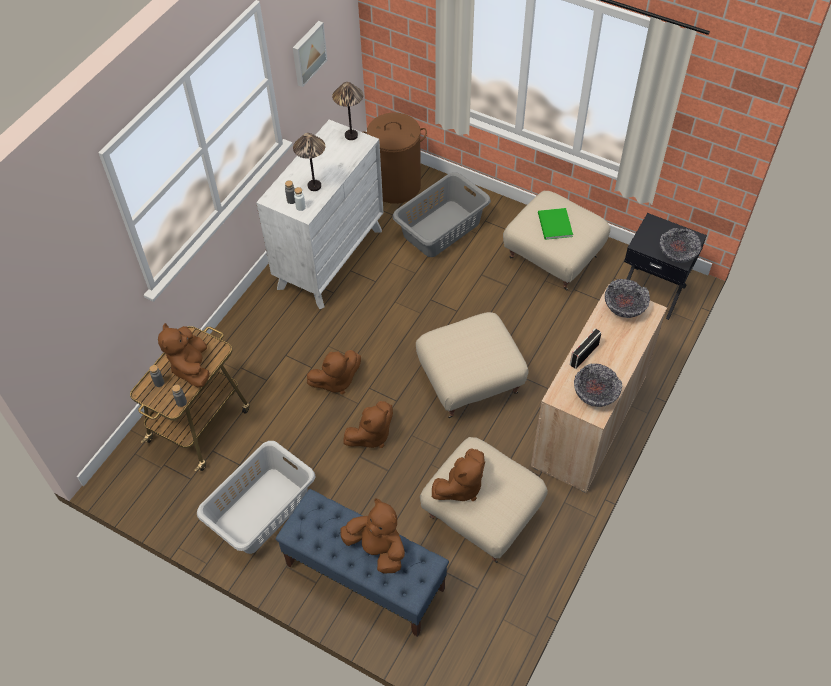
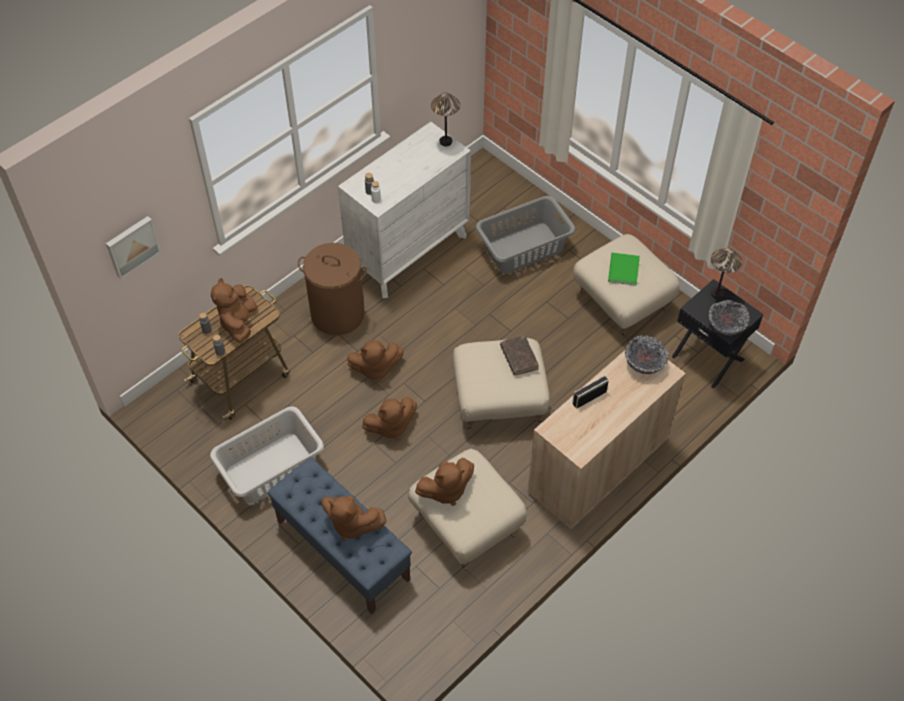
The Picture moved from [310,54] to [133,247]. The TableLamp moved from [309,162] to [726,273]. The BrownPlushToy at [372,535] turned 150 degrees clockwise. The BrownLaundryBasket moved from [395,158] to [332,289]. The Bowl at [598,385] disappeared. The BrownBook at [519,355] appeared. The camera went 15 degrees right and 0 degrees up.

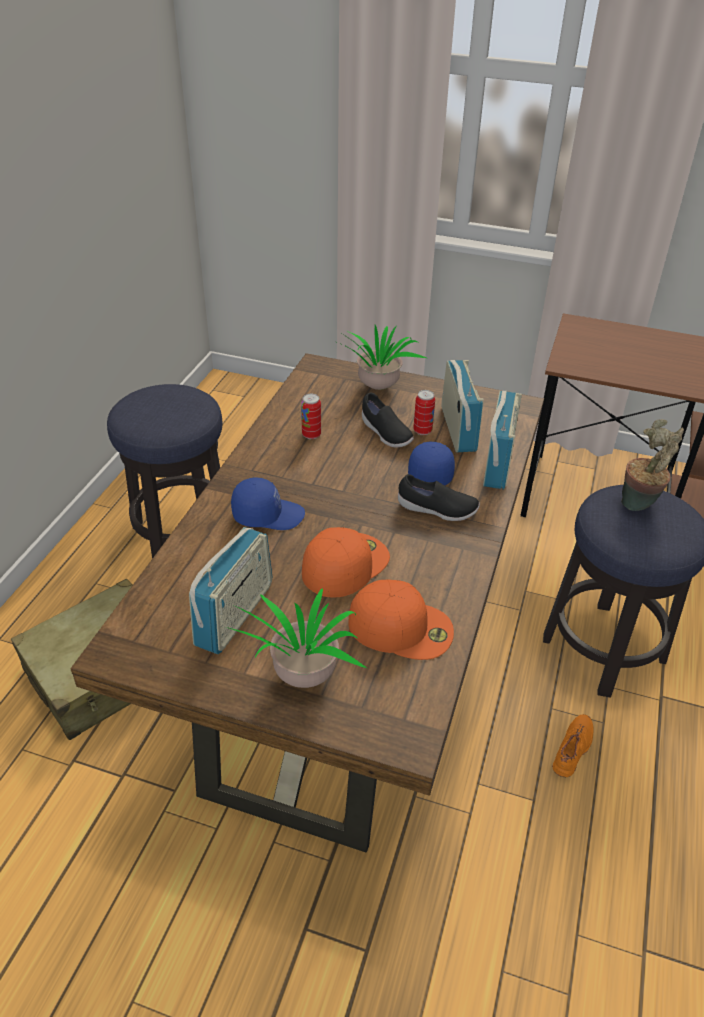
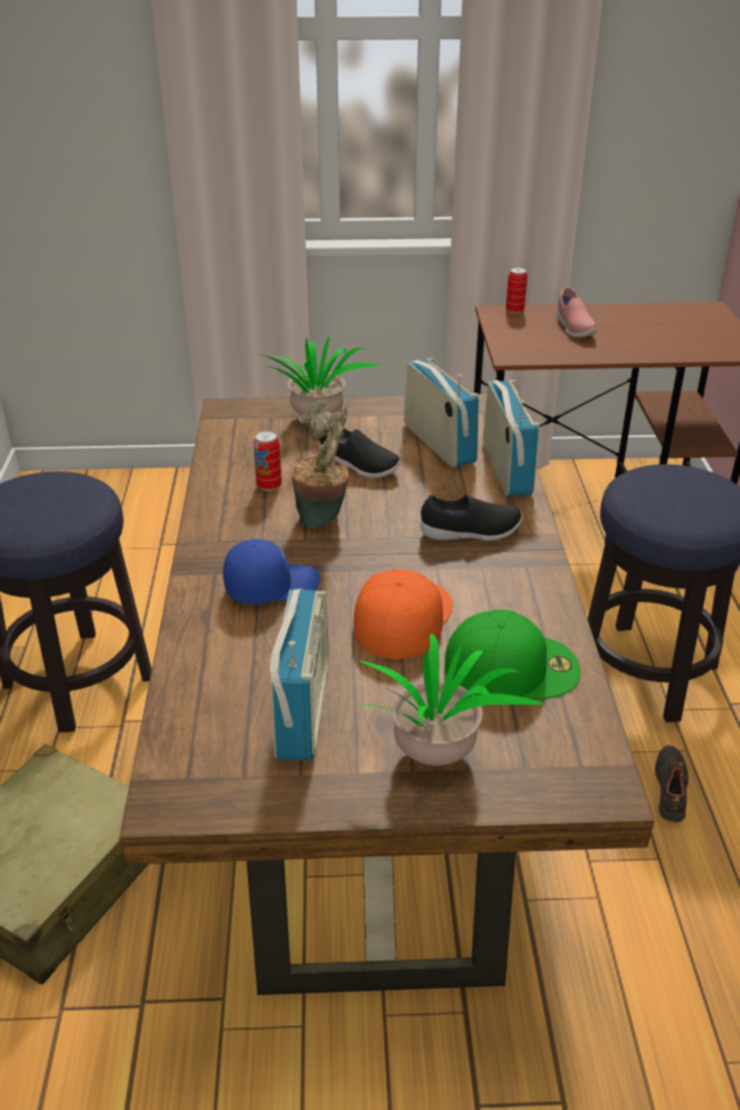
The OrangeCap at [401,620] became the GreenCap at [512,654]. The BlueCap at [431,463] disappeared. The Can moved from [424,412] to [516,290]. The OrangeShoe at [573,745] became the BlackShoe at [672,783]. The PottedPlant moved from [652,465] to [320,464]. The PinkShoe at [577,312] appeared. The camera went 20 degrees left and 5 degrees down.

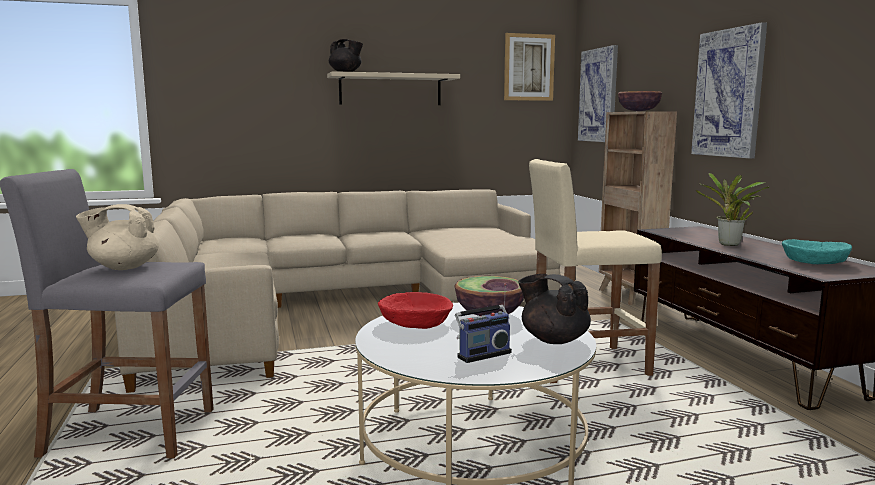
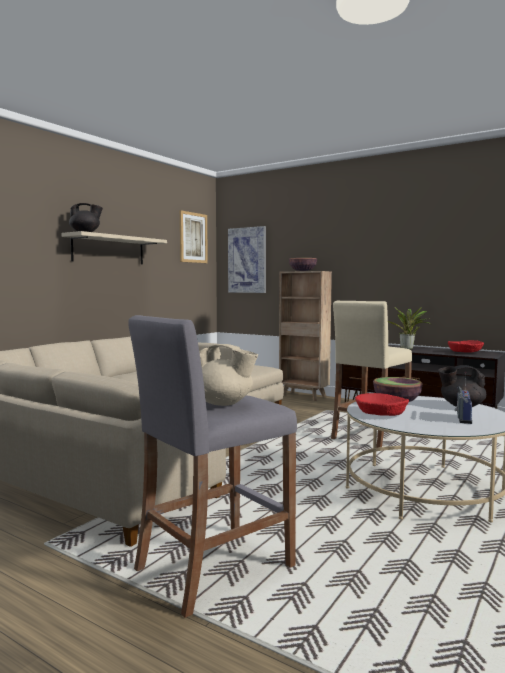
The BeigeTeapot at [117,237] turned 105 degrees counterclockwise. The Picture at [729,90] disappeared. The TurquoiseBowl at [817,251] became the RedBowl at [466,346]. The camera went 40 degrees left and 5 degrees down.

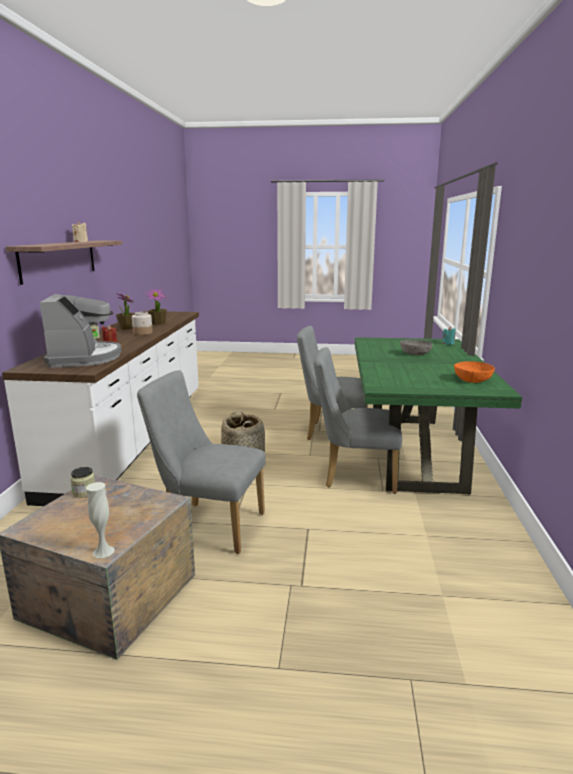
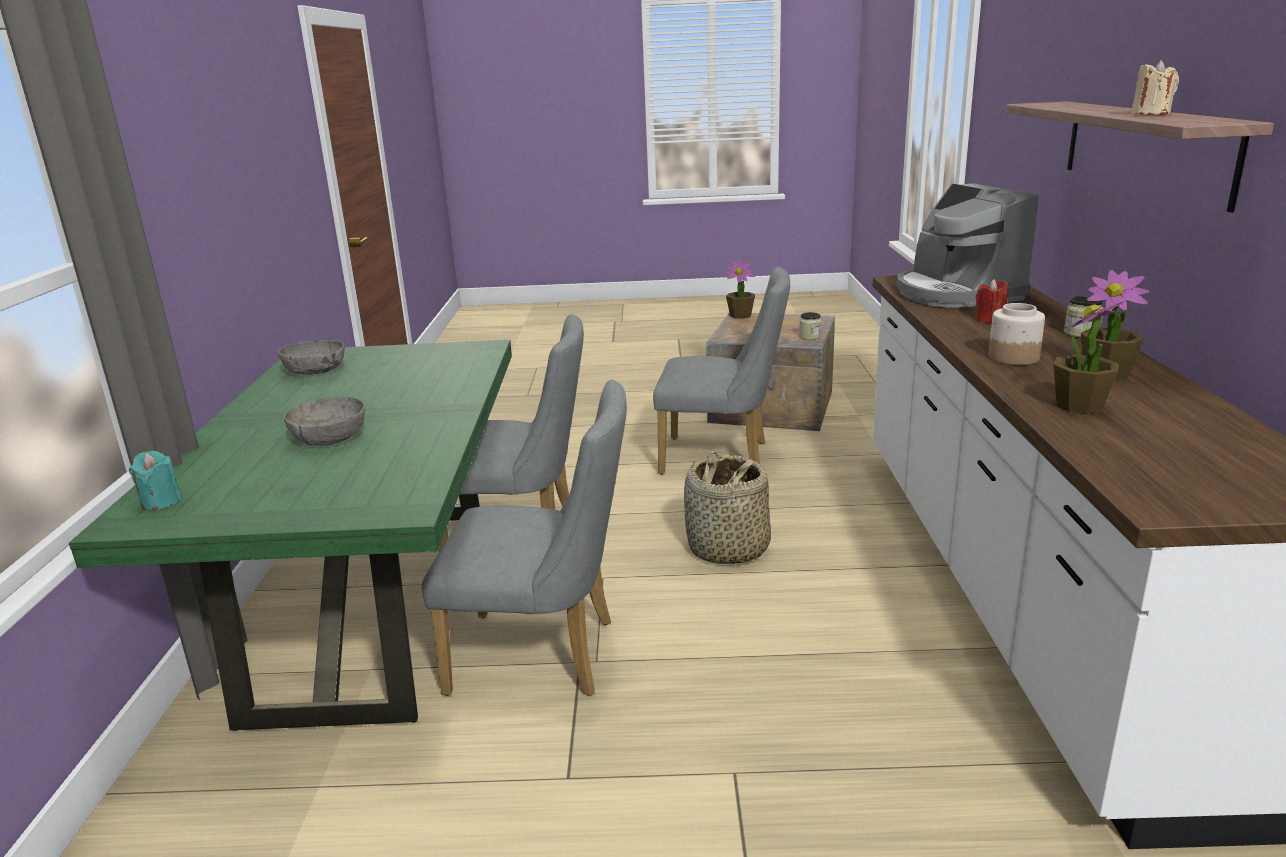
The WhiteVase at [100,520] was replaced by the PottedPlant at [740,290]. The OrangeBowl at [474,372] became the GreyBowl at [311,357]. The camera went 175 degrees right and 5 degrees up.

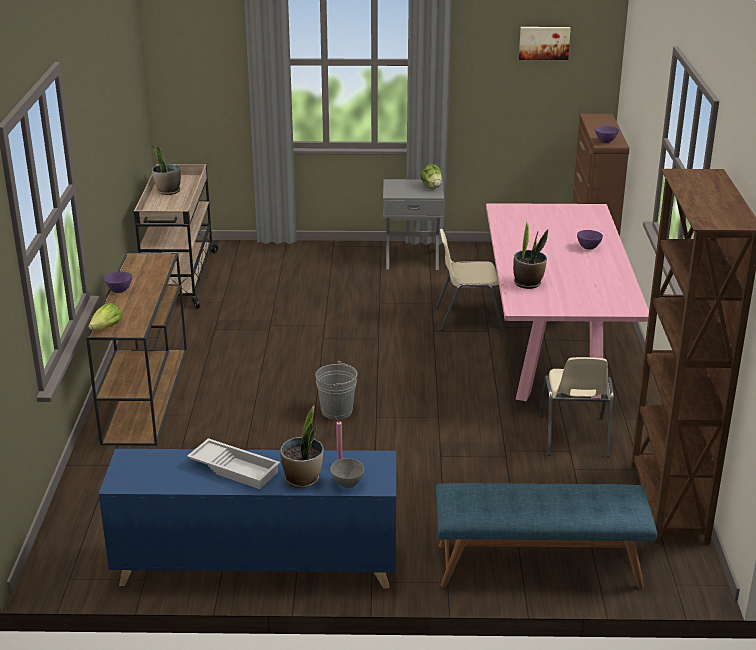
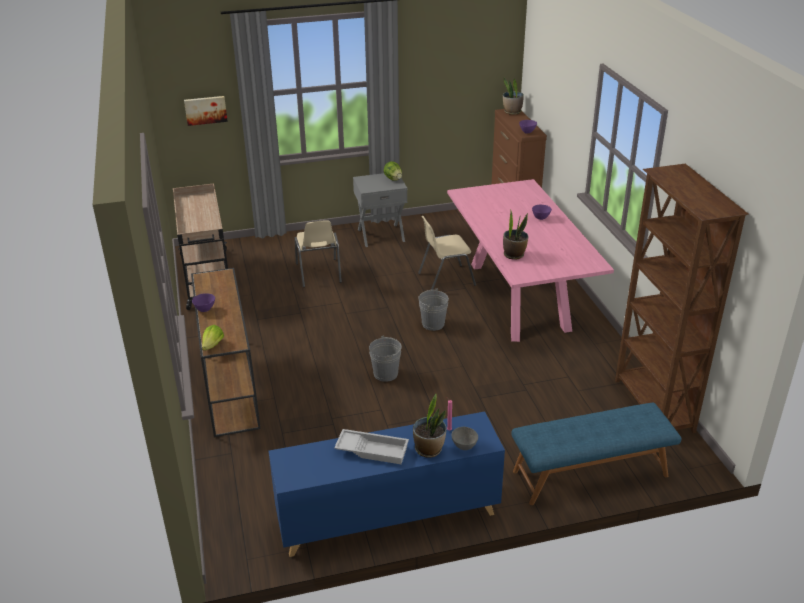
The PottedPlant moved from [166,169] to [513,96]. The Picture moved from [545,43] to [206,111]. The BeigeChair moved from [577,407] to [318,253]. The GreyBucket at [433,309] appeared. The camera went 15 degrees left and 5 degrees up.

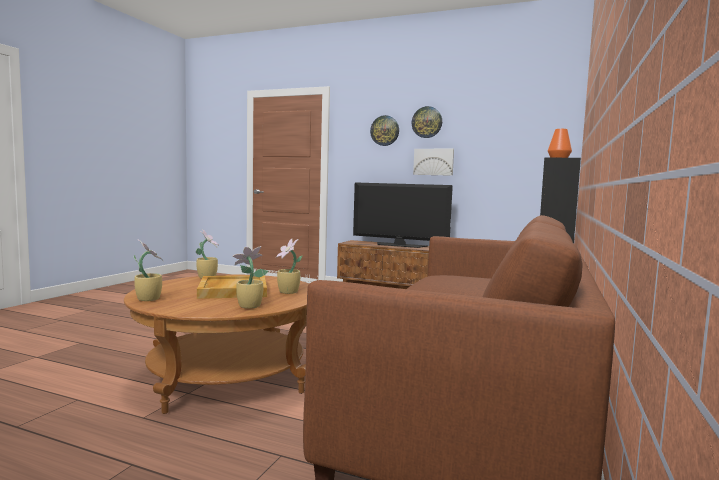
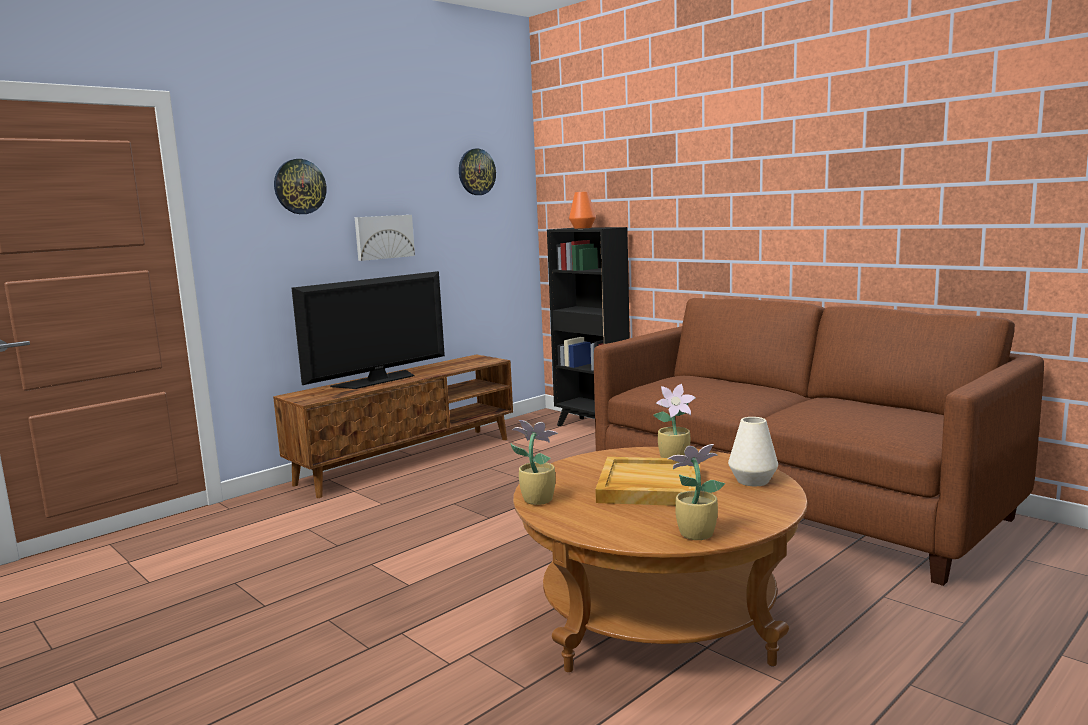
The PottedPlant at [250,277] was replaced by the WhiteVase at [753,451]. The WallClock moved from [427,122] to [477,172]. The camera went 65 degrees left and 5 degrees up.

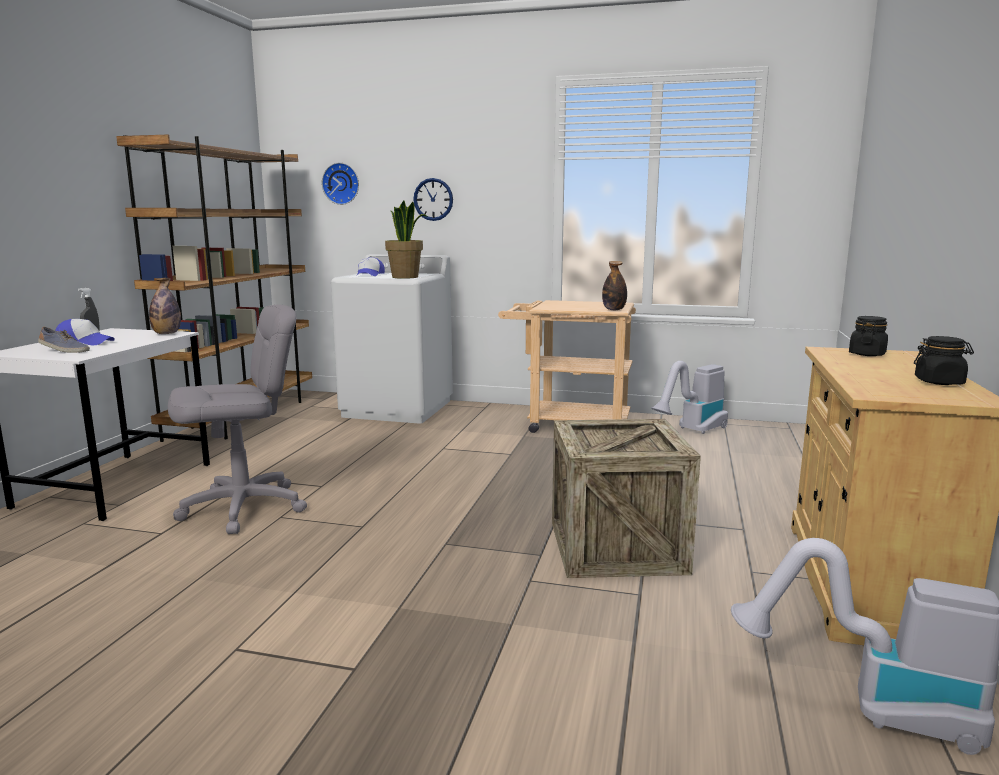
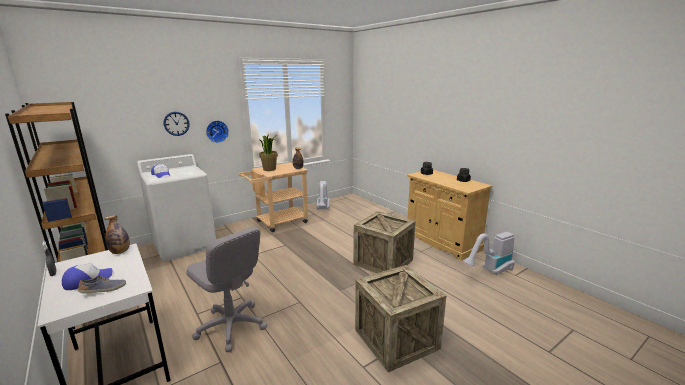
The GreyOfficeChair at [237,419] turned 120 degrees clockwise. The WallClock moved from [340,184] to [217,131]. The PottedPlant moved from [406,240] to [268,152]. The Crate at [400,318] appeared. The camera went 50 degrees left and 5 degrees up.

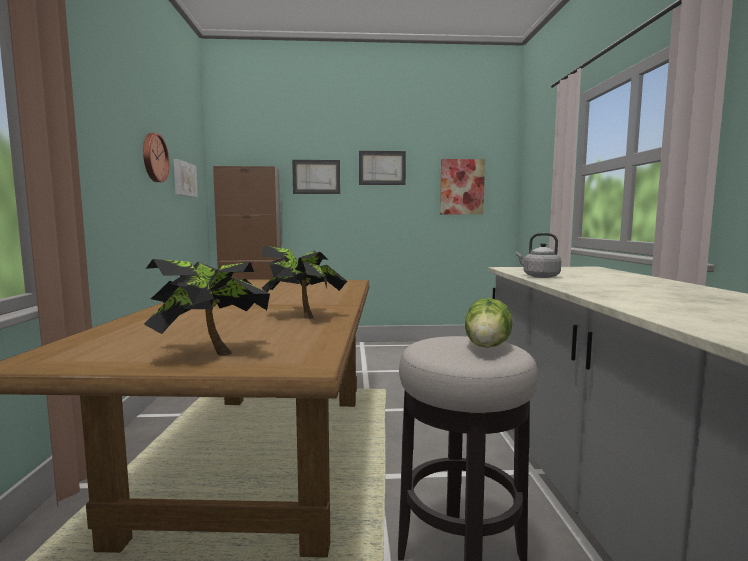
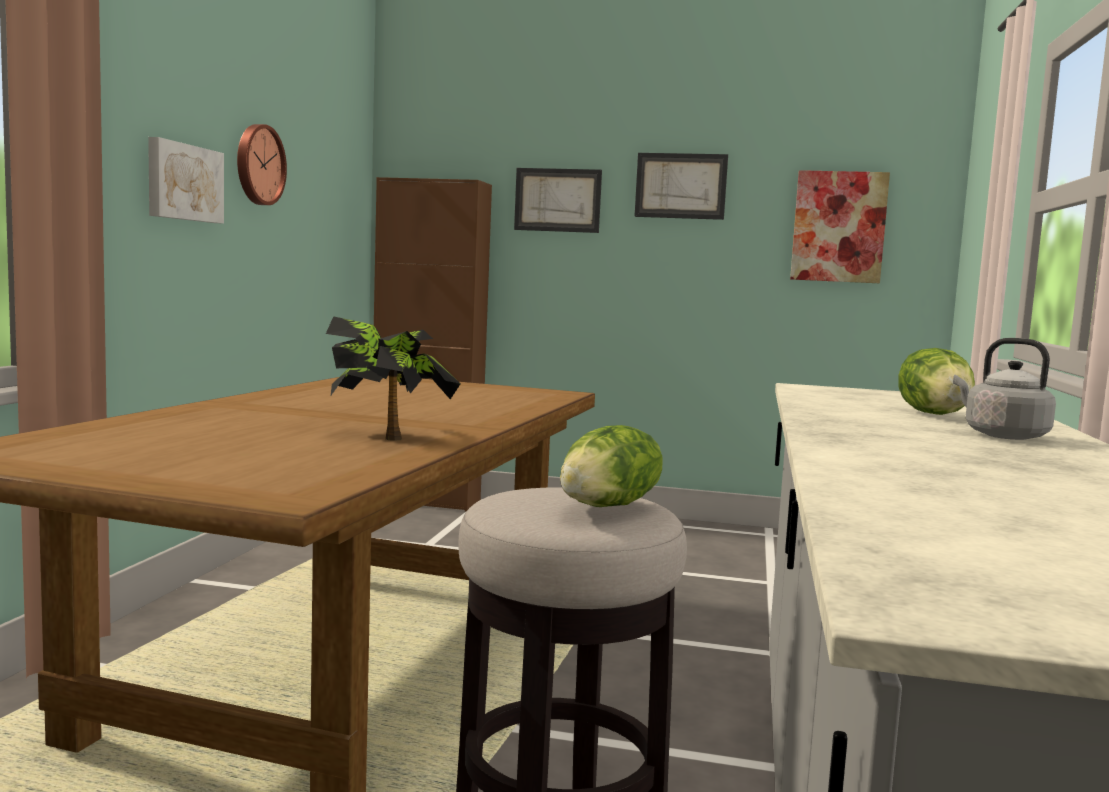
The PottedPlant at [207,307] disappeared. The Picture moved from [186,178] to [186,180]. The GreyKettle moved from [538,255] to [1004,389]. The Lettuce at [936,381] appeared. The camera went 15 degrees right and 0 degrees up.

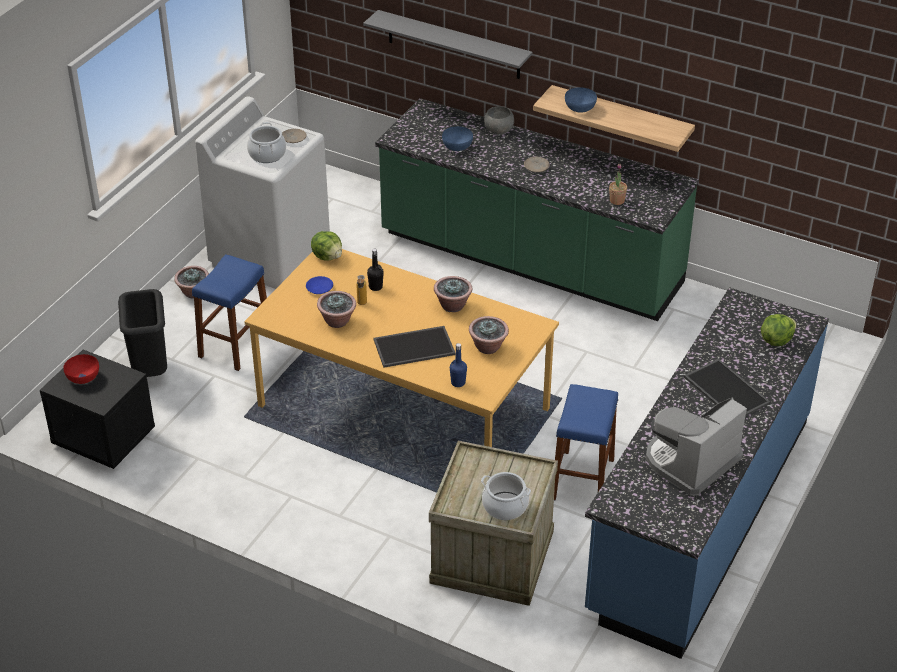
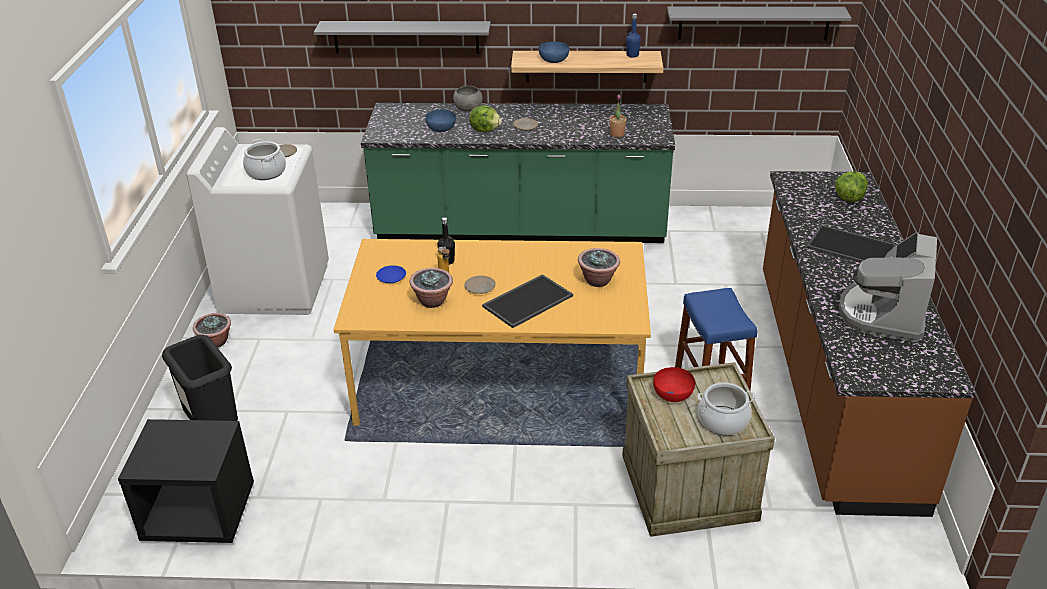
The RedBowl moved from [81,369] to [674,384]. The BlueStool at [229,312] disappeared. The Lettuce moved from [326,246] to [485,118]. The PottedPlant at [453,294] disappeared. The BlueBottle moved from [458,365] to [633,35]. The BlueCounter at [707,473] became the BrownCounter at [869,344]. The BeigePlate at [480,285] appeared. The GreyShelf at [759,23] appeared. The camera went 25 degrees left and 5 degrees down.

